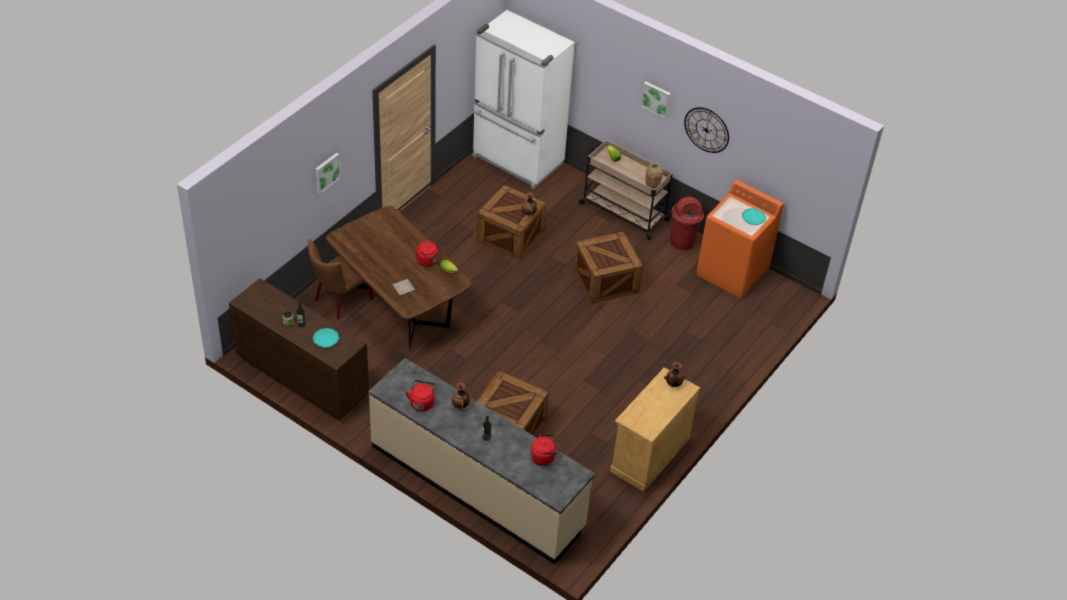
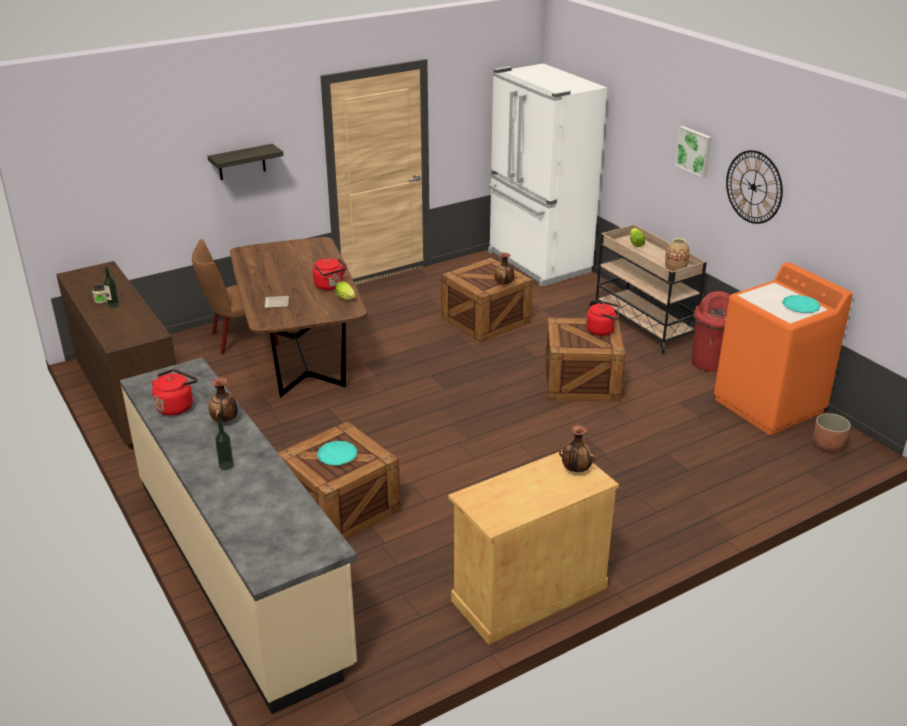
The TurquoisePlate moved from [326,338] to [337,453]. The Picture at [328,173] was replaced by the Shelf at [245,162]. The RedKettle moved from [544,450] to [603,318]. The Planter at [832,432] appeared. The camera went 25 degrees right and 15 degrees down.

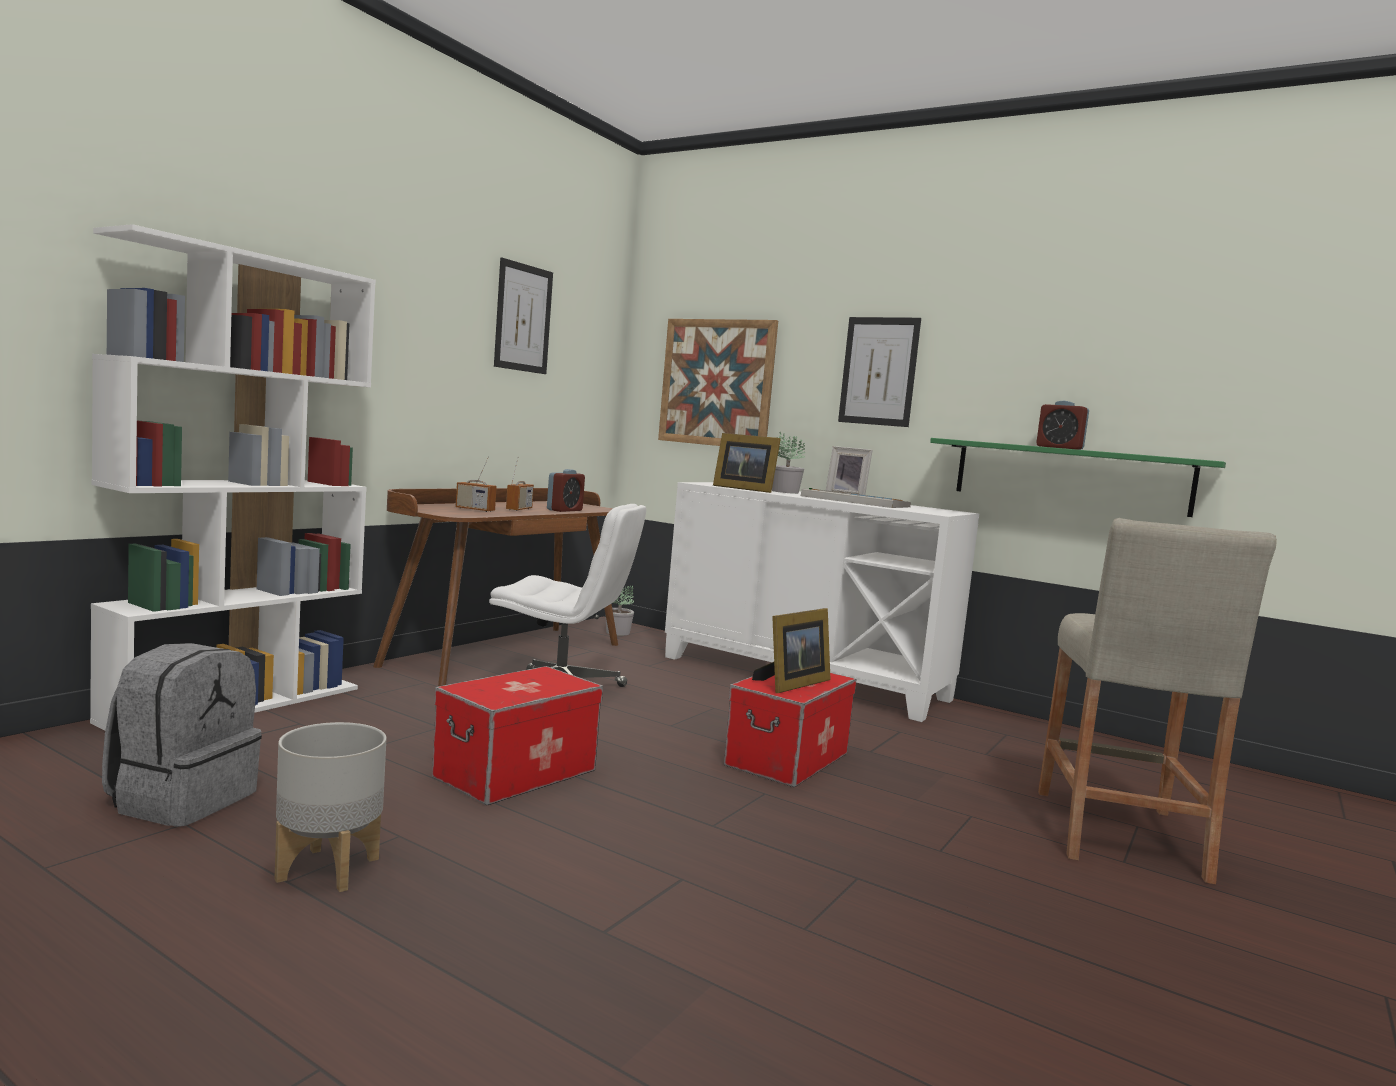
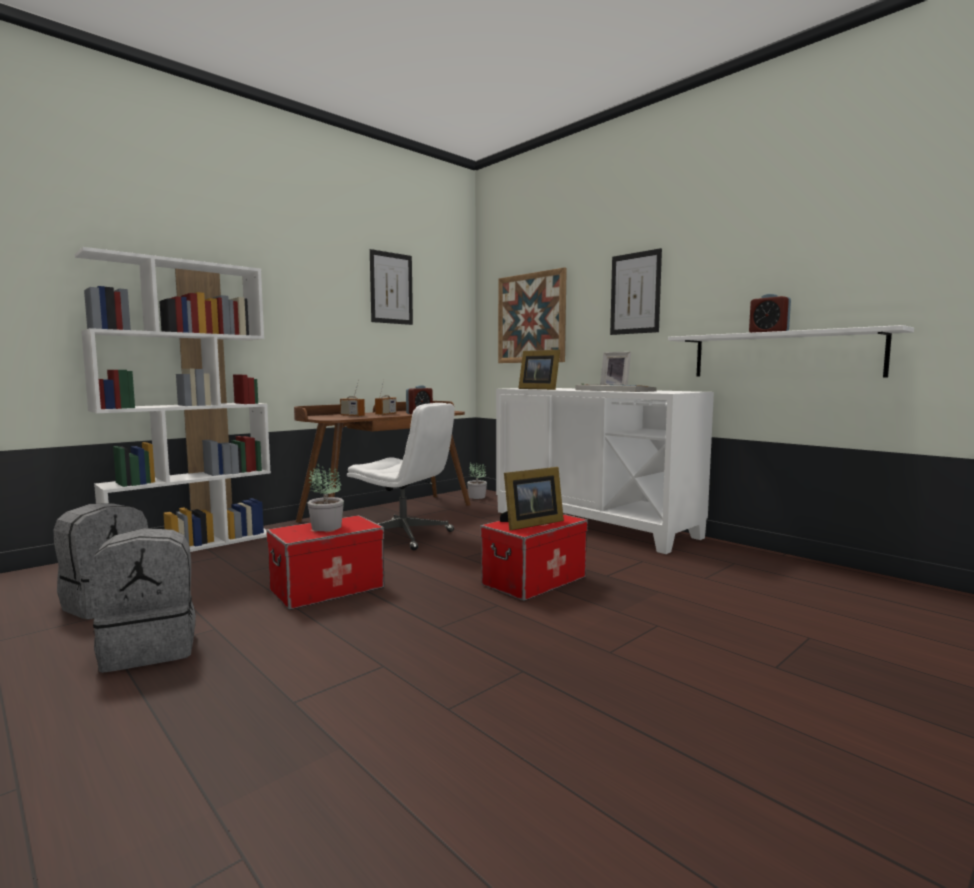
The GreyPlanter at [330,807] was replaced by the GreyBackpack at [142,600]. The PottedPlant moved from [788,463] to [326,497]. The GreenShelf at [1078,477] became the WhiteShelf at [791,351]. The BeigeStool at [1157,701] disappeared. The camera went 15 degrees right and 0 degrees up.

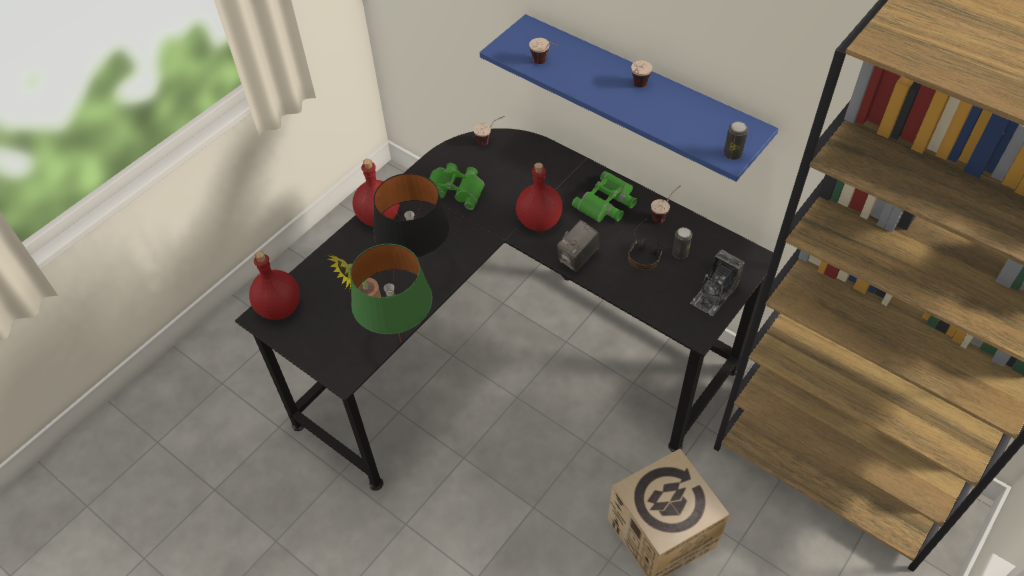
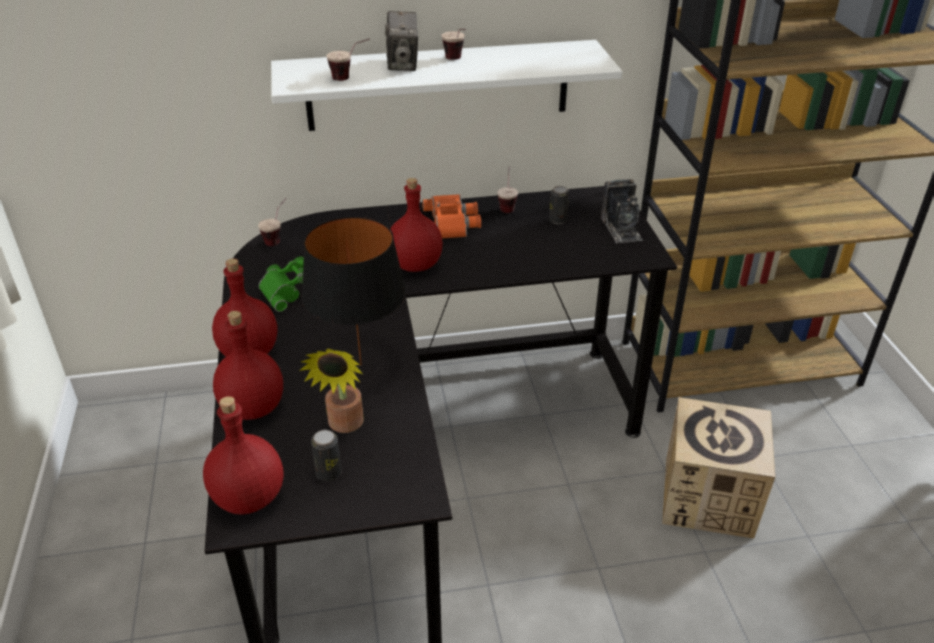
The GreenTableLamp at [391,293] disappeared. The BlueShelf at [629,98] became the WhiteShelf at [446,85]. The PhotoCamera moved from [578,246] to [401,41]. The GreenBinoculars at [604,196] became the OrangeBinoculars at [451,216]. The Headphones at [645,244] disappeared. The Can moved from [735,141] to [326,455]. The RedBottle at [248,365] appeared. The camera went 50 degrees left and 15 degrees down.

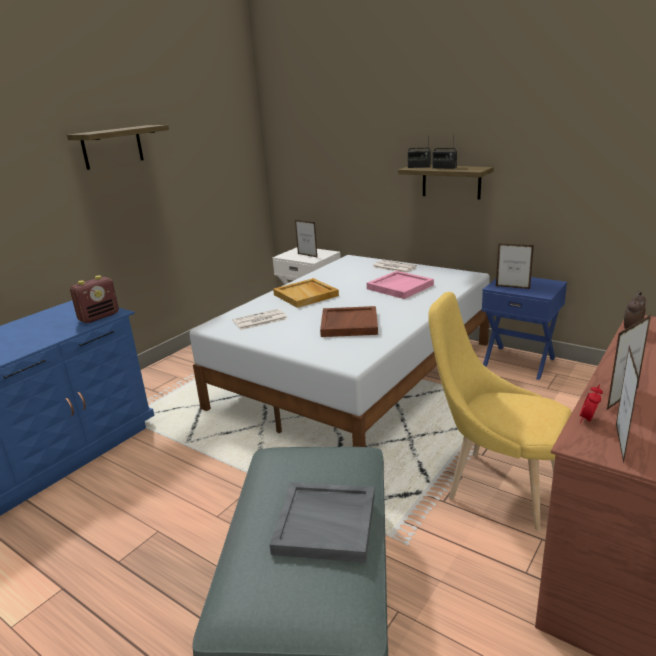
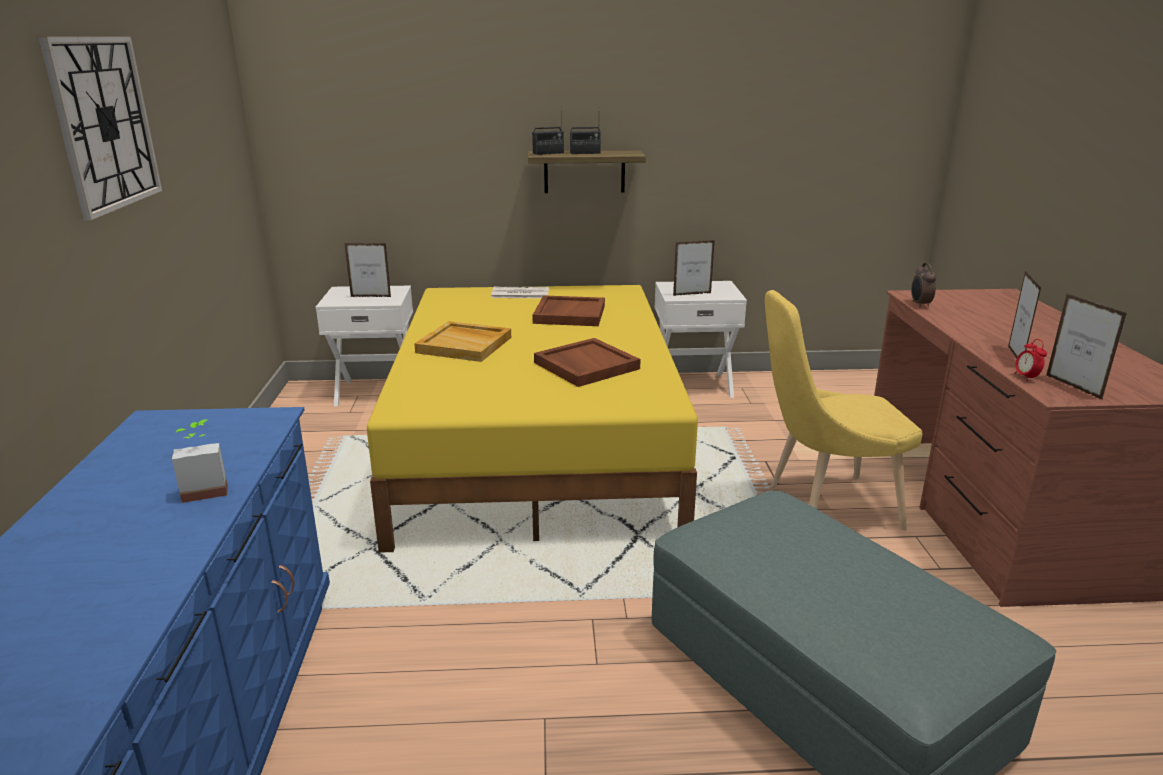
The Shelf at [118,147] was replaced by the WallClock at [100,128]. The Radio at [94,299] disappeared. The WhiteBed at [339,351] became the YellowBed at [532,419]. The Newspaper at [260,319] disappeared. The GreyTray at [322,522] disappeared. The PinkTray at [400,285] became the BrownTray at [568,310]. The BlueNightstand at [524,328] became the WhiteNightstand at [700,339]. The PottedPlant at [200,461] appeared. The camera went 40 degrees left and 0 degrees up.

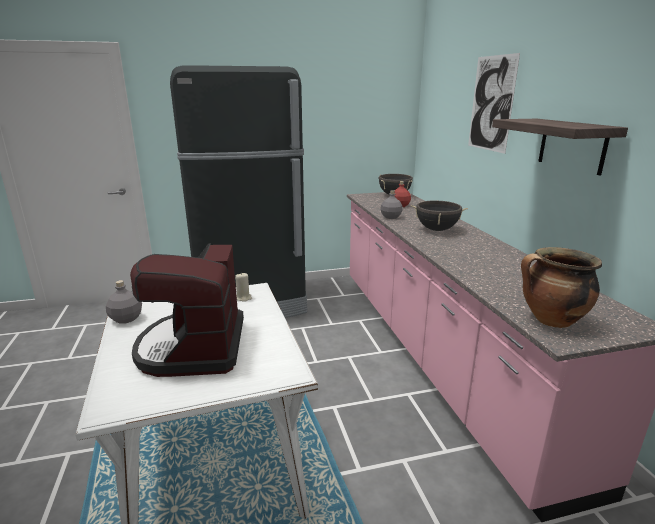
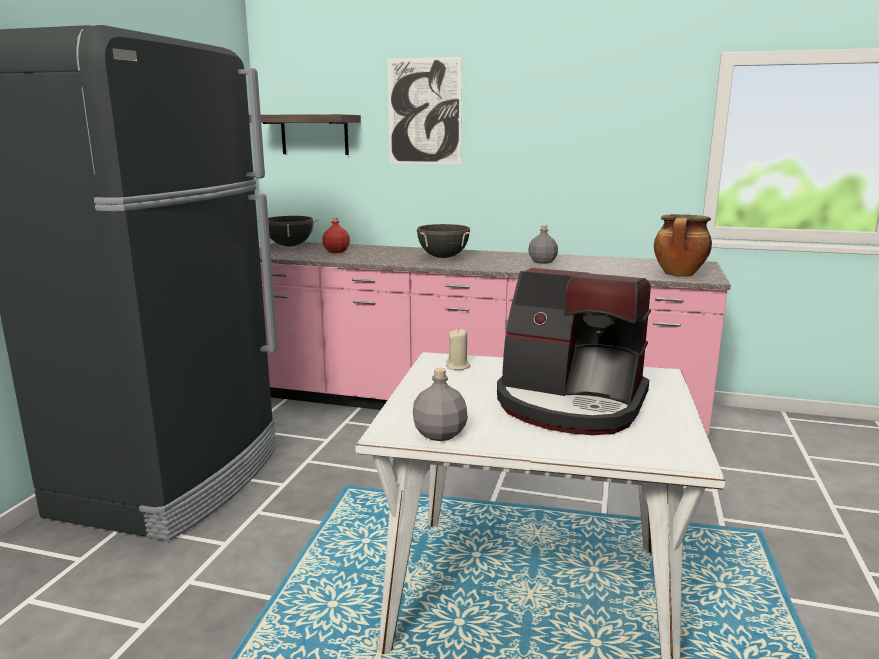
The GreyBottle moved from [391,204] to [543,244]. The Shelf moved from [560,147] to [305,134]. The camera went 60 degrees left and 5 degrees down.

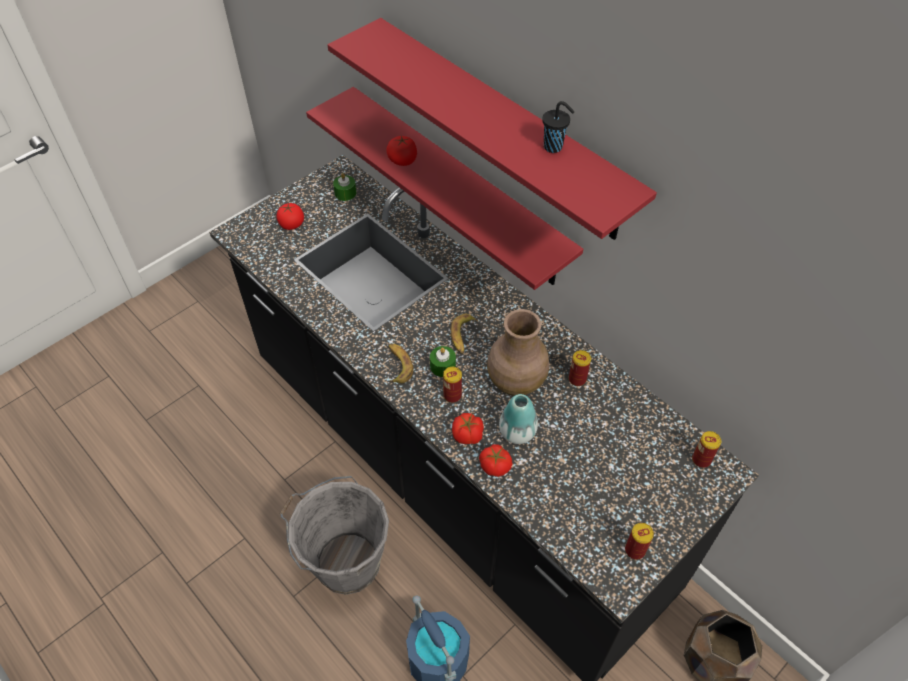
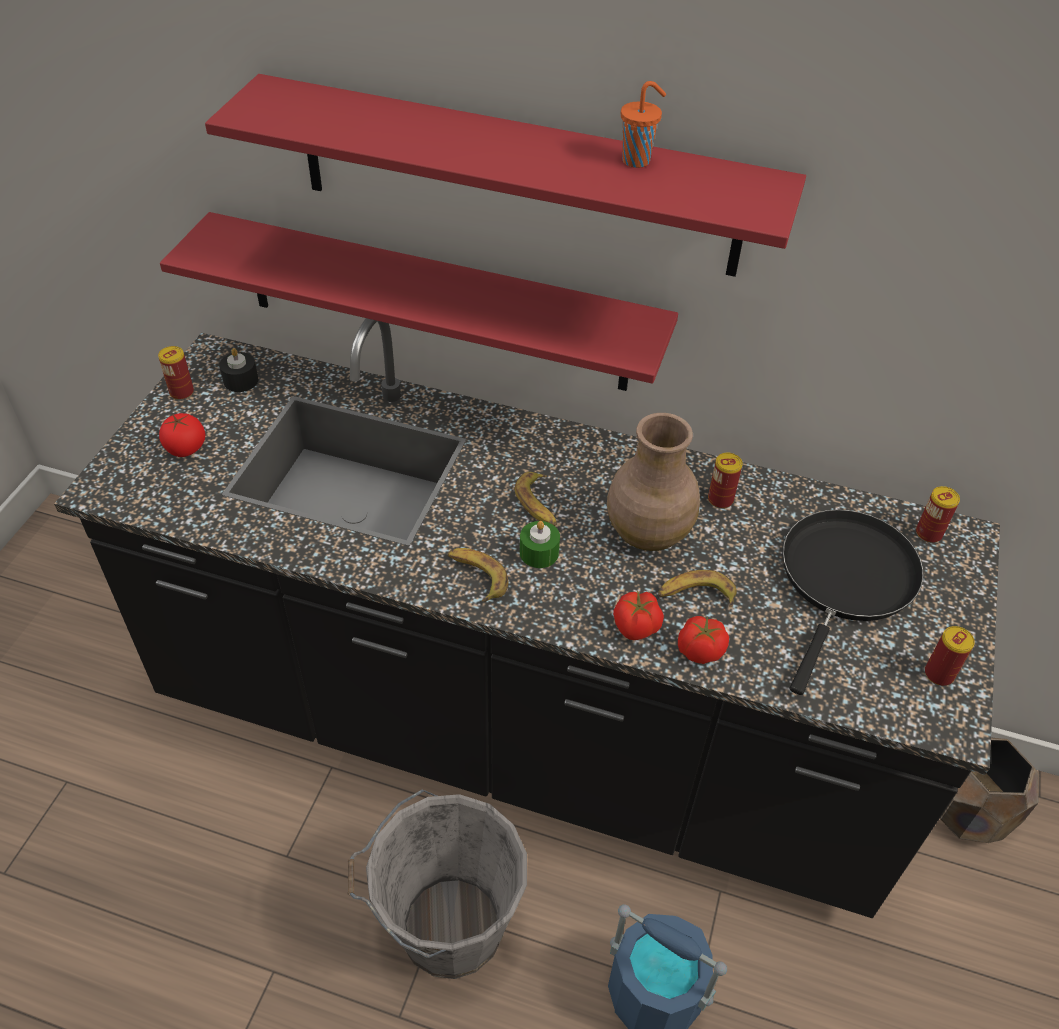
The GreenCandle at [344,187] became the BlackCandle at [239,370]. The Tomato at [401,150] disappeared. The Can moved from [452,385] to [176,373]. The Vase at [518,419] was replaced by the Banana at [697,589]. The BlackCup at [558,127] became the OrangeCup at [643,124]. The BlackFryingPan at [853,602] appeared. The camera went 30 degrees left and 5 degrees down.

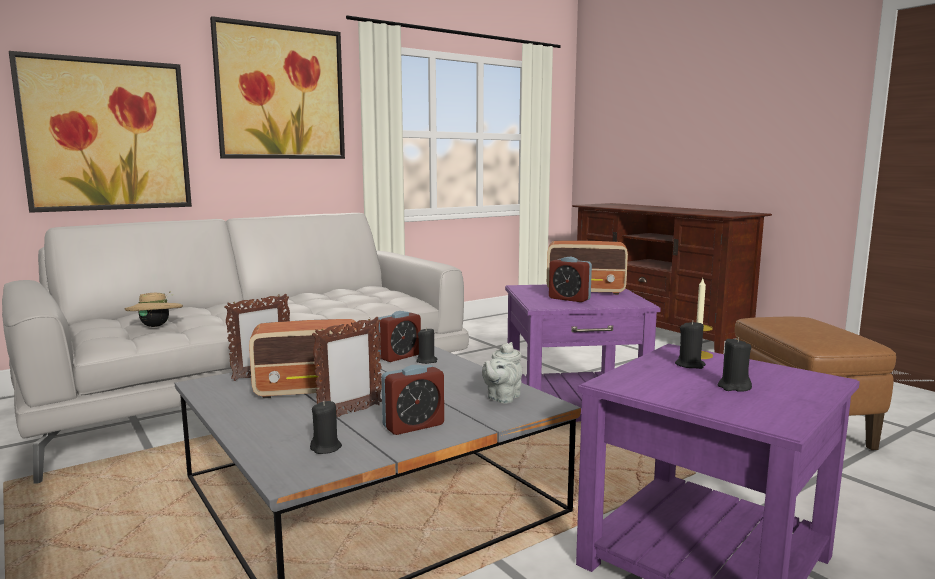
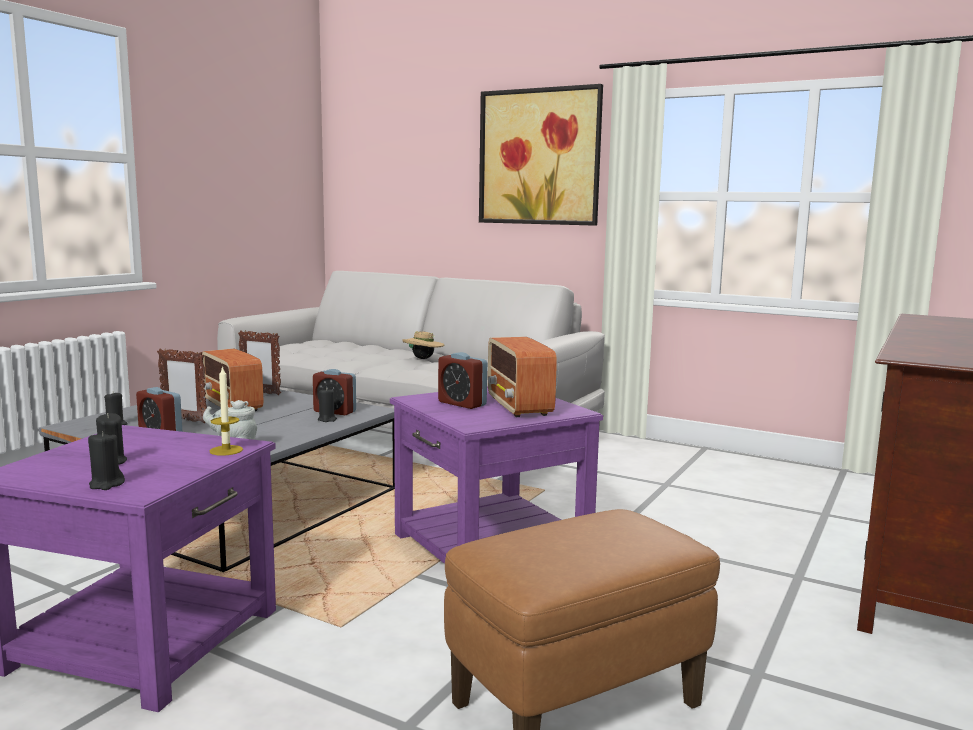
The Picture at [100,132] disappeared. The BeigeHat moved from [154,309] to [423,345]. The AlarmClock at [570,279] turned 60 degrees counterclockwise. The BlackCandle moved from [690,345] to [106,460]. The camera went 65 degrees right and 0 degrees up.

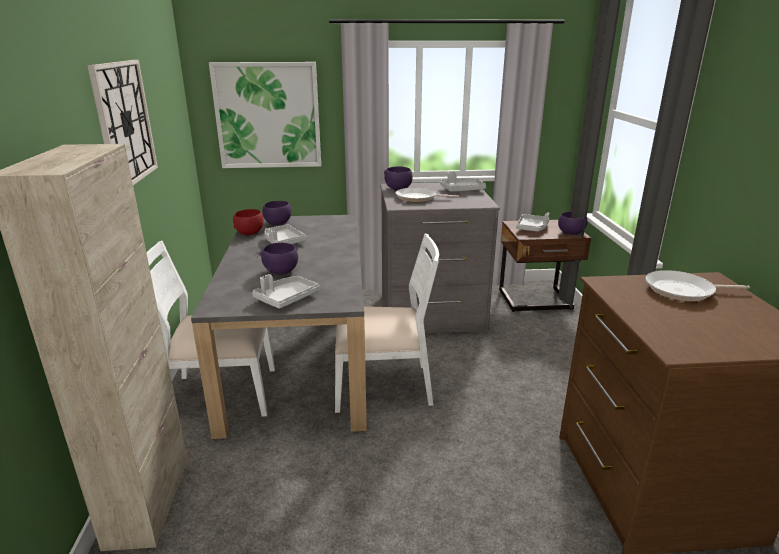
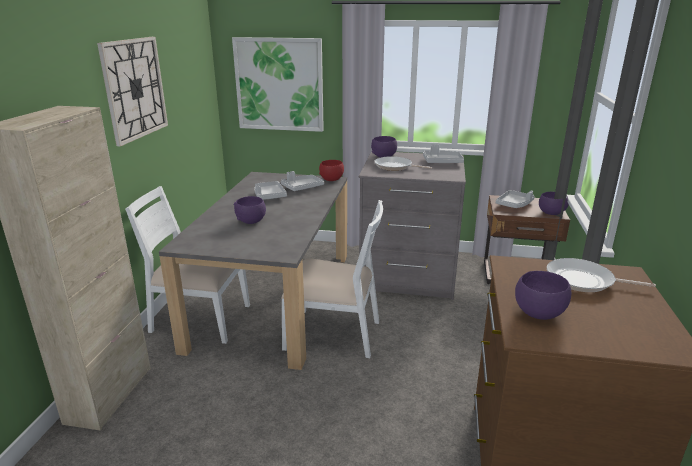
The RedBowl moved from [248,222] to [331,170]. The GreyTray moved from [285,291] to [302,181]. The PurpleBowl moved from [277,213] to [543,295]. The camera went 15 degrees right and 0 degrees up.

